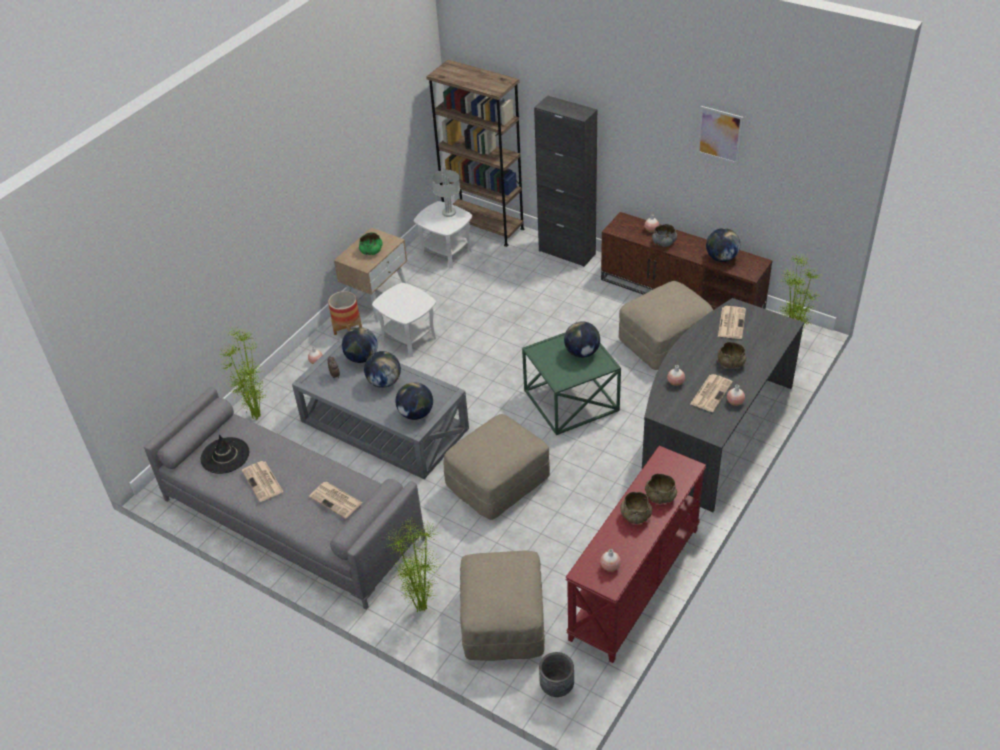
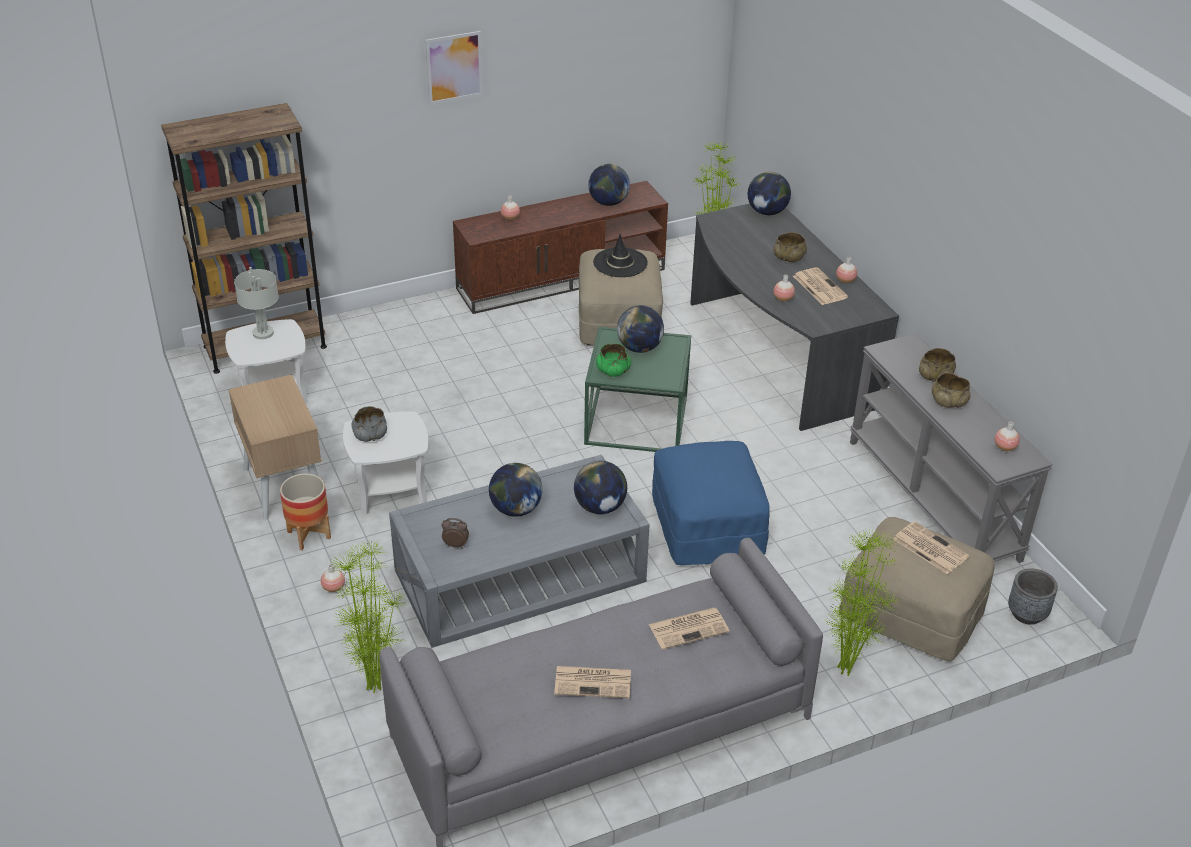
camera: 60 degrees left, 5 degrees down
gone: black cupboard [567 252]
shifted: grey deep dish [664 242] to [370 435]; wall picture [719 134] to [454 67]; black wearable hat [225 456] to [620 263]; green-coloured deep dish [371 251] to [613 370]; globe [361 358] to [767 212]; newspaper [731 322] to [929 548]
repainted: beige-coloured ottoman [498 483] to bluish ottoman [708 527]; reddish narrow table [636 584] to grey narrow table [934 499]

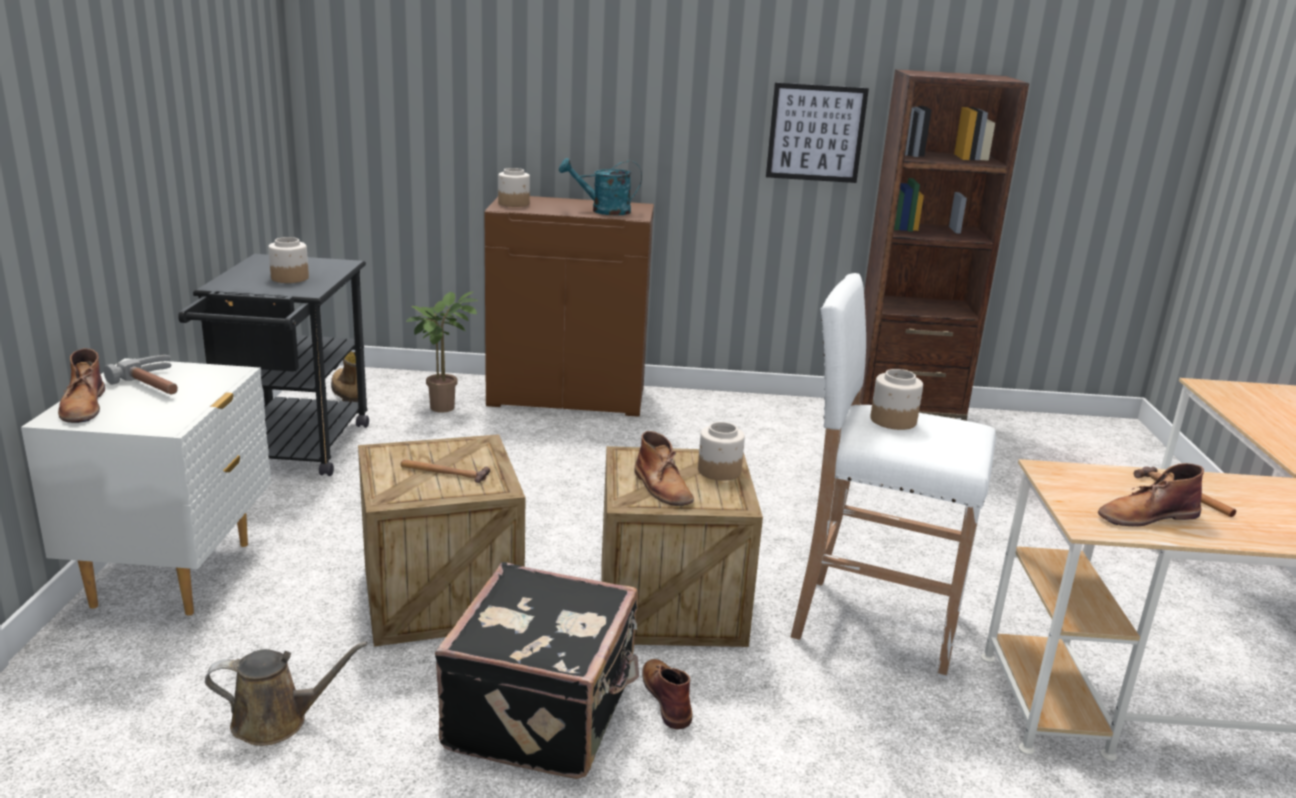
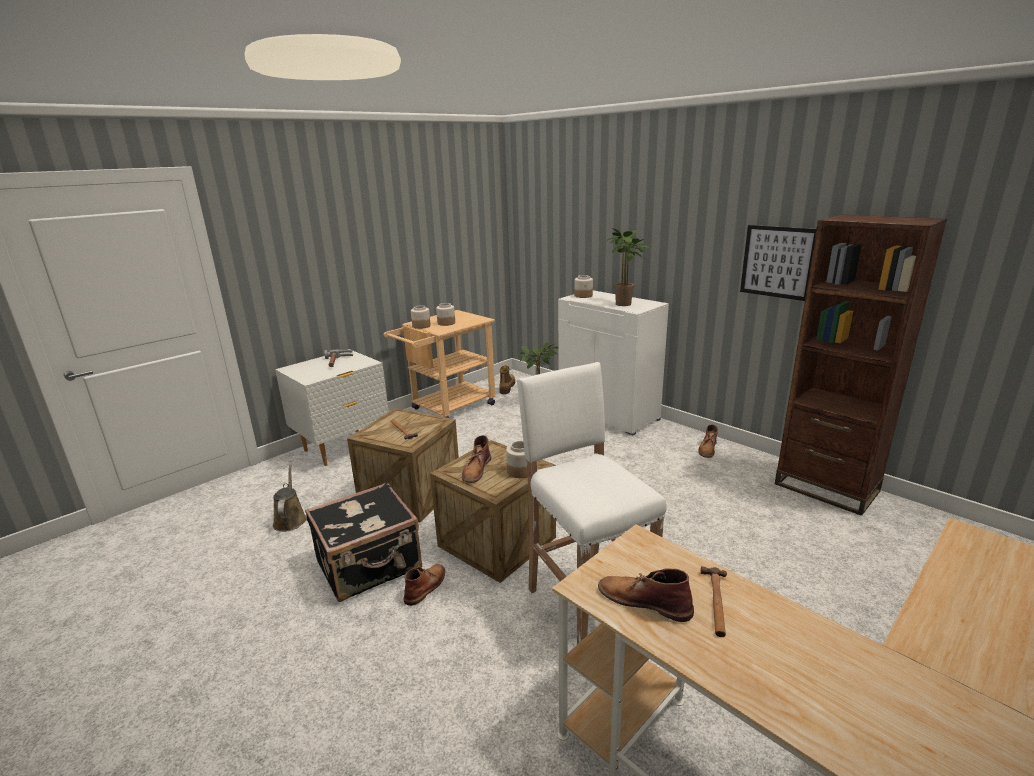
camera: 45 degrees right, 0 degrees up
shifted: preserve jar [892 421] to [421 326]; brownish high-top boot [83 406] to [707 449]
swapped: blue-green sprinkling can [603 211] to plant in a pot [624 305]
repainted: black wheeled cart [291 452] to beige-coloured wheeled cart [448 409]; brownish cupboard [568 396] to white cupboard [609 413]
rotated: brownish sprinkling can [277 721] = [290 519] 135 degrees counterclockwise

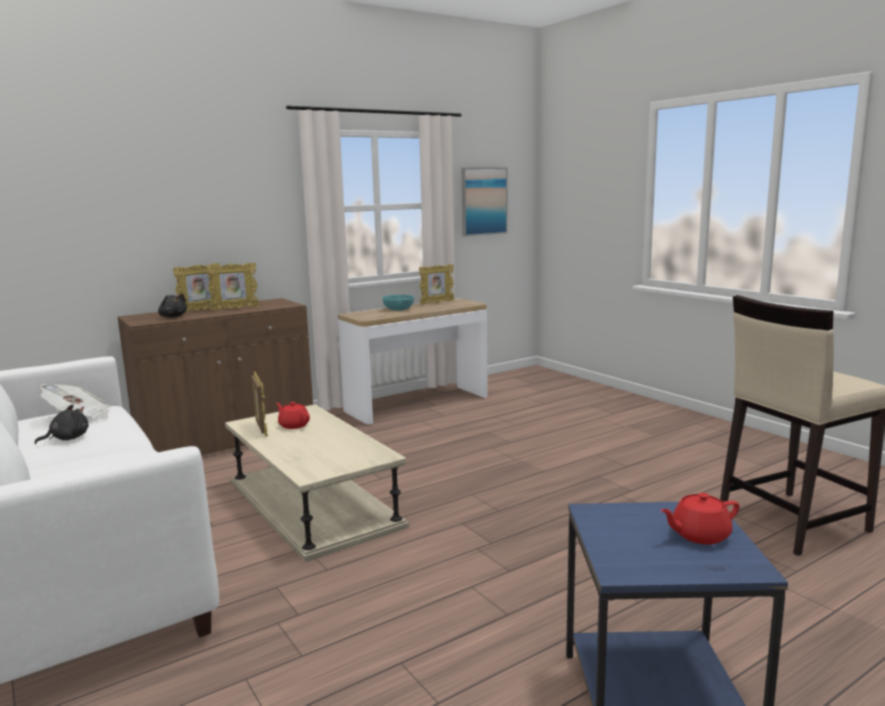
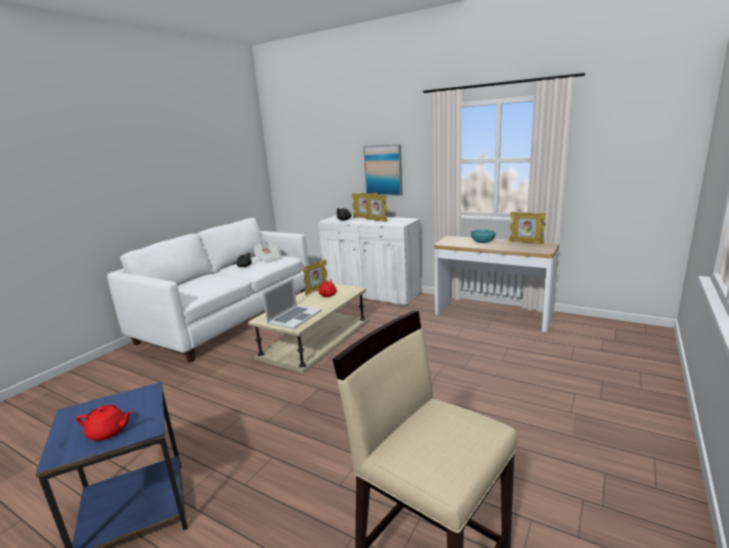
camera: 65 degrees right, 5 degrees up
new: portable computer [294 317]
shifted: wall picture [483 201] to [383 170]
repainted: brownish cupboard [227 441] to white cupboard [372 293]
rotated: reddish pot for tea [699 535] = [108 432] 135 degrees clockwise

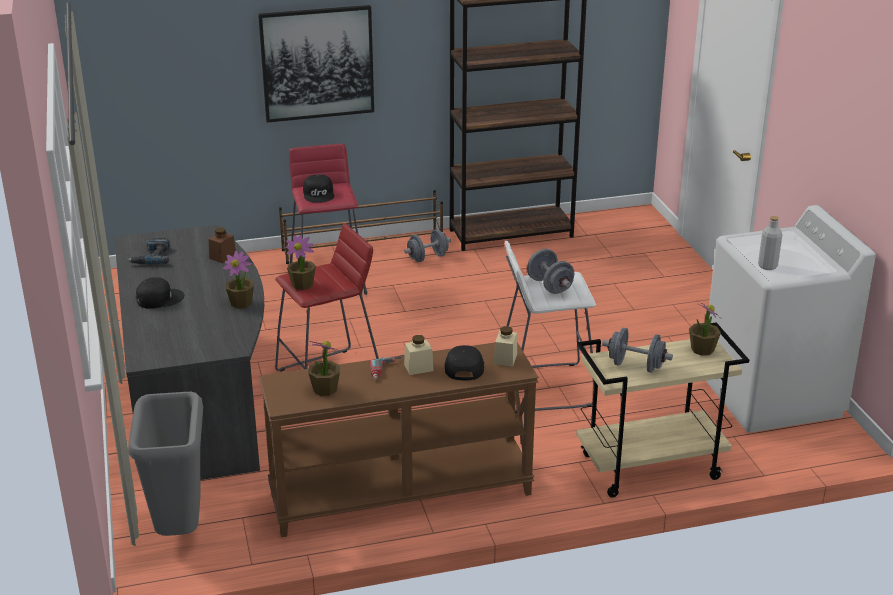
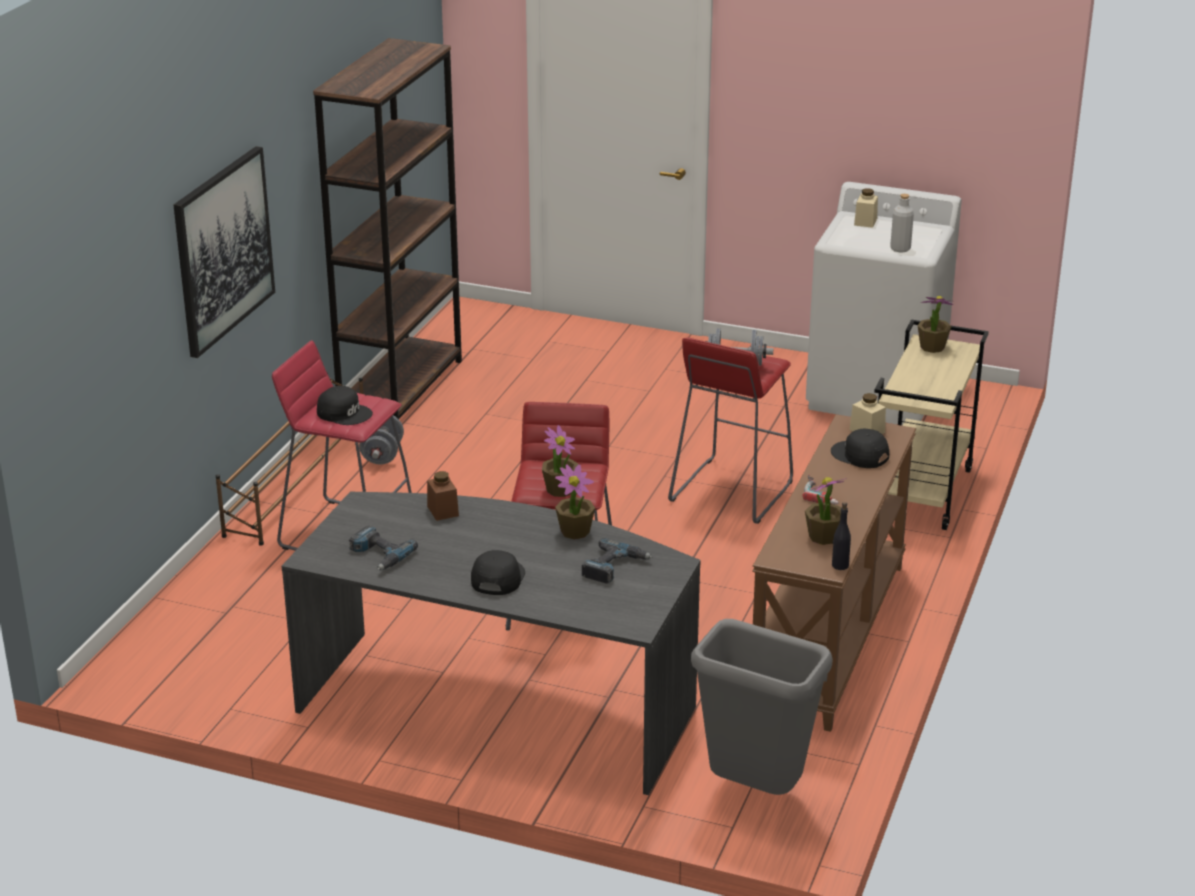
camera: 55 degrees left, 0 degrees up
gone: grey dumbbell [635 366]
new: drill [614 567]; black beverage bottle [840 565]
shifted: beige-coloured preserve jar [418 368] to [865 222]
repainted: white sitting stool [543 387] to reddish sitting stool [730 491]

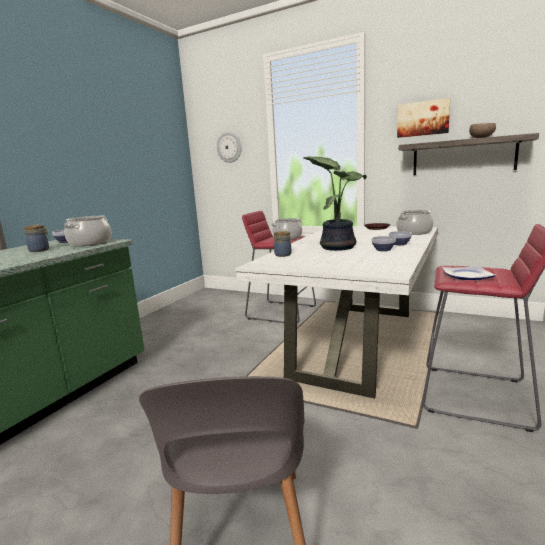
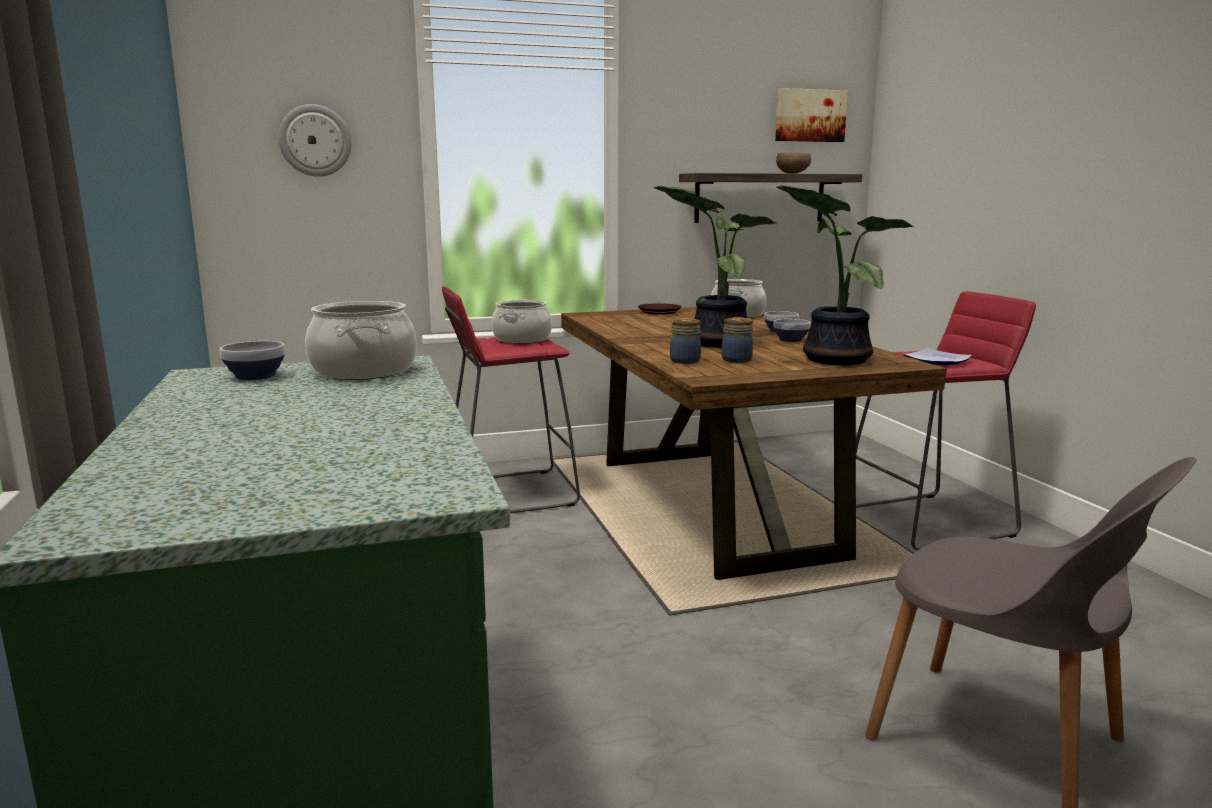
camera: 45 degrees left, 0 degrees up
new: plant in a pot [832 359]
shifted: preserve jar [40 250] to [737 360]; wall picture [423 118] to [809 116]
repainted: white kitchen table [356 344] to brownish kitchen table [714 507]

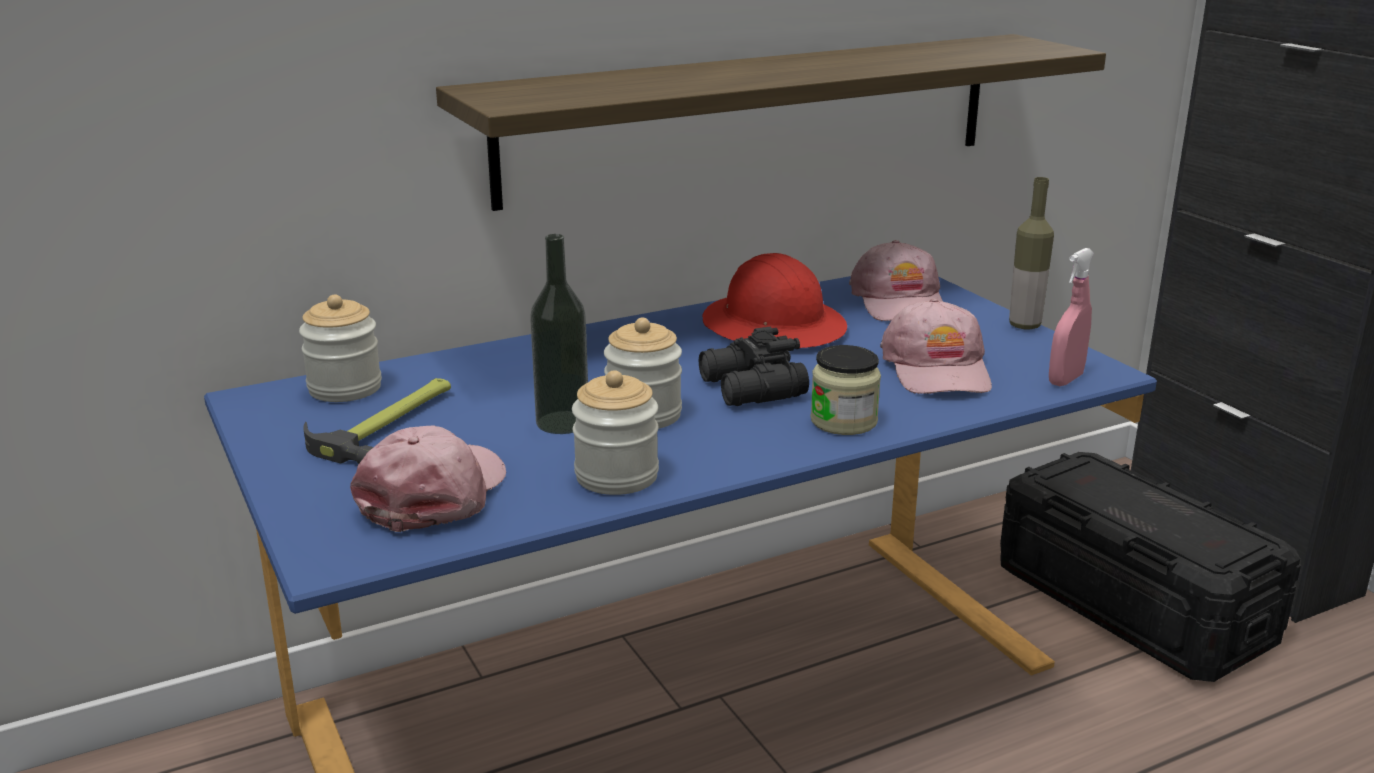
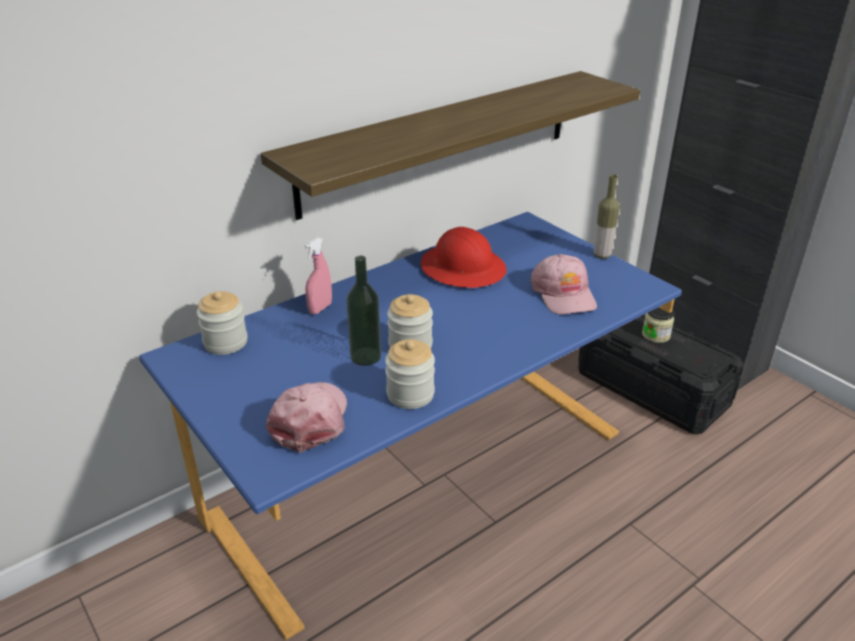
camera: 10 degrees left, 10 degrees up
gone: tool hammer [389 424]; black pair of binoculars [750 389]; pinkish cap [900 302]
shifted: pinkish sprayer [1065 380] to [320 308]; preserve jar [843 421] to [656 335]

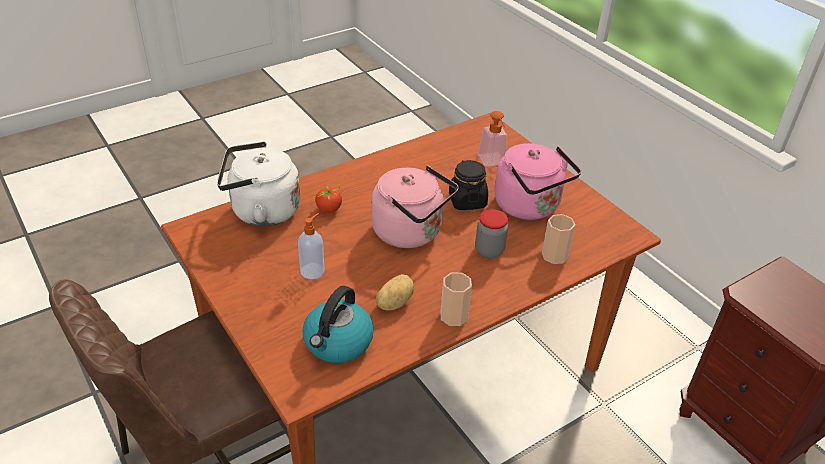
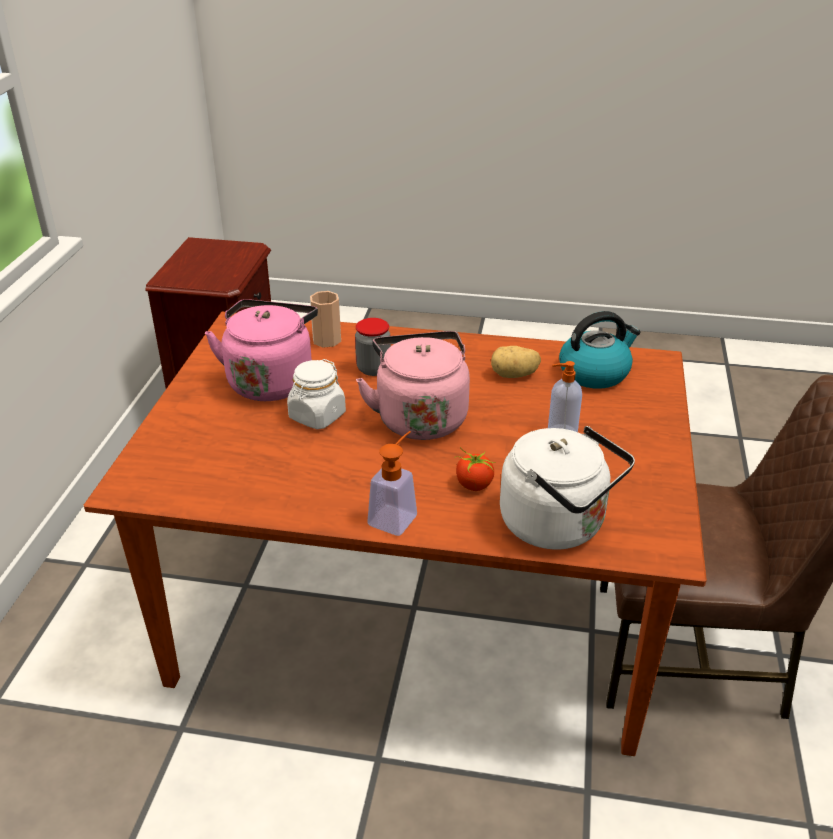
camera: 135 degrees left, 5 degrees down
gone: drinking cup [454 316]
shifted: soap bottle [493 163] to [396 515]
repainted: black preserve jar [467 200] to white preserve jar [317 416]

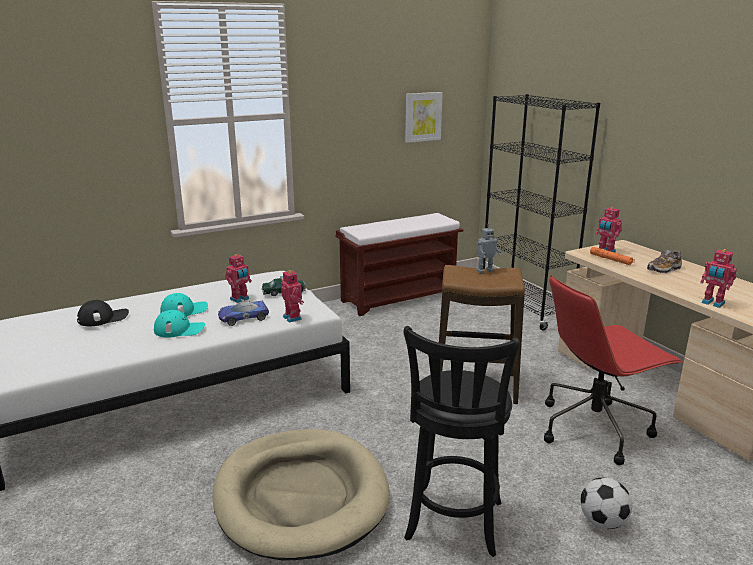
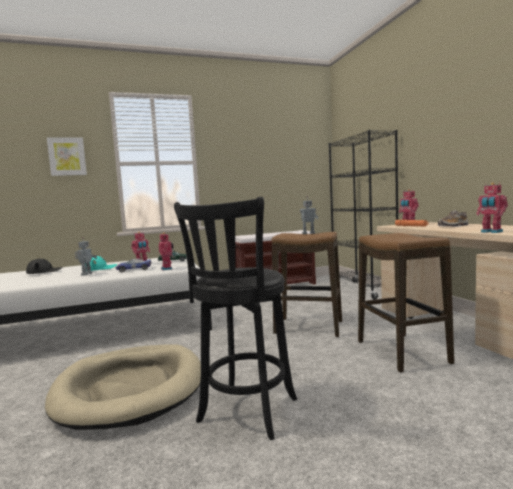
camera: 10 degrees right, 15 degrees down
gone: ball for football [602 522]
shifted: wall picture [422 117] to [67 156]
swapped: blue-green cap [179 329] to toy robot [86 274]; reddish desk chair [594 428] to sitting stool [401 352]

